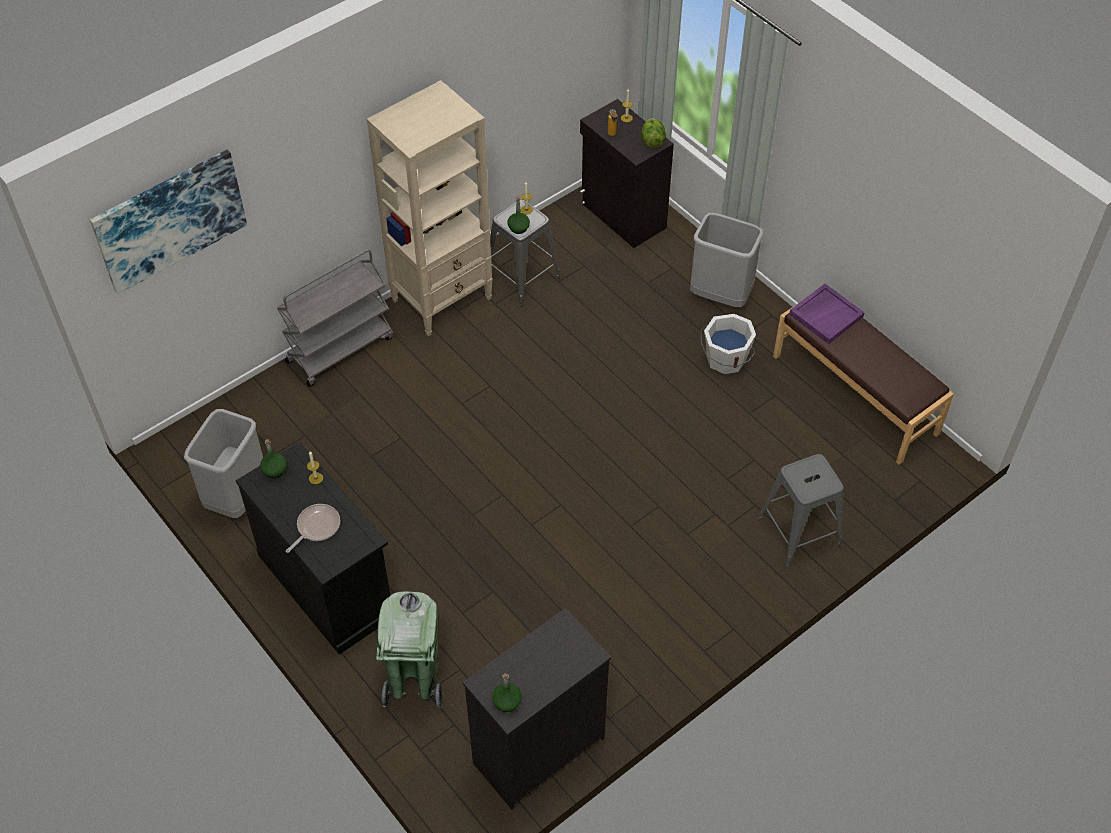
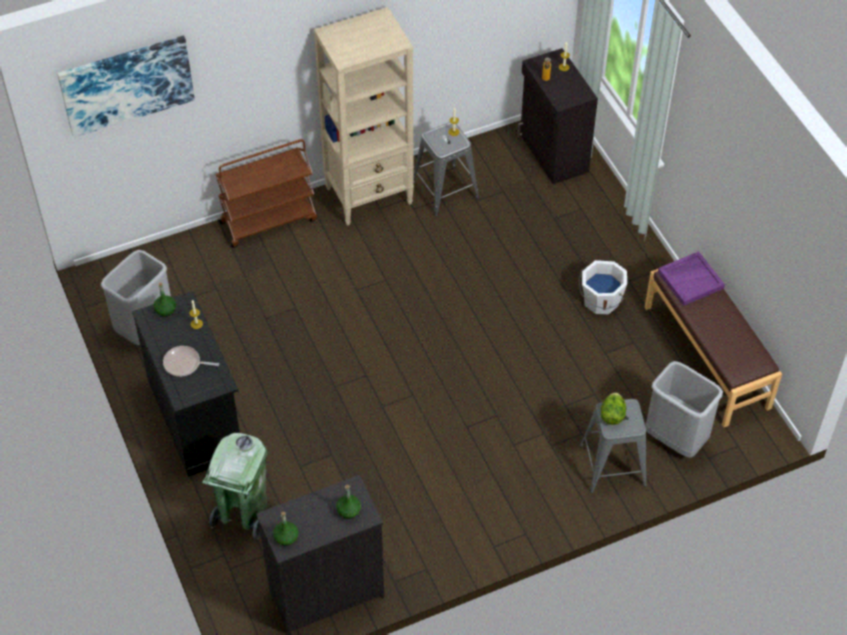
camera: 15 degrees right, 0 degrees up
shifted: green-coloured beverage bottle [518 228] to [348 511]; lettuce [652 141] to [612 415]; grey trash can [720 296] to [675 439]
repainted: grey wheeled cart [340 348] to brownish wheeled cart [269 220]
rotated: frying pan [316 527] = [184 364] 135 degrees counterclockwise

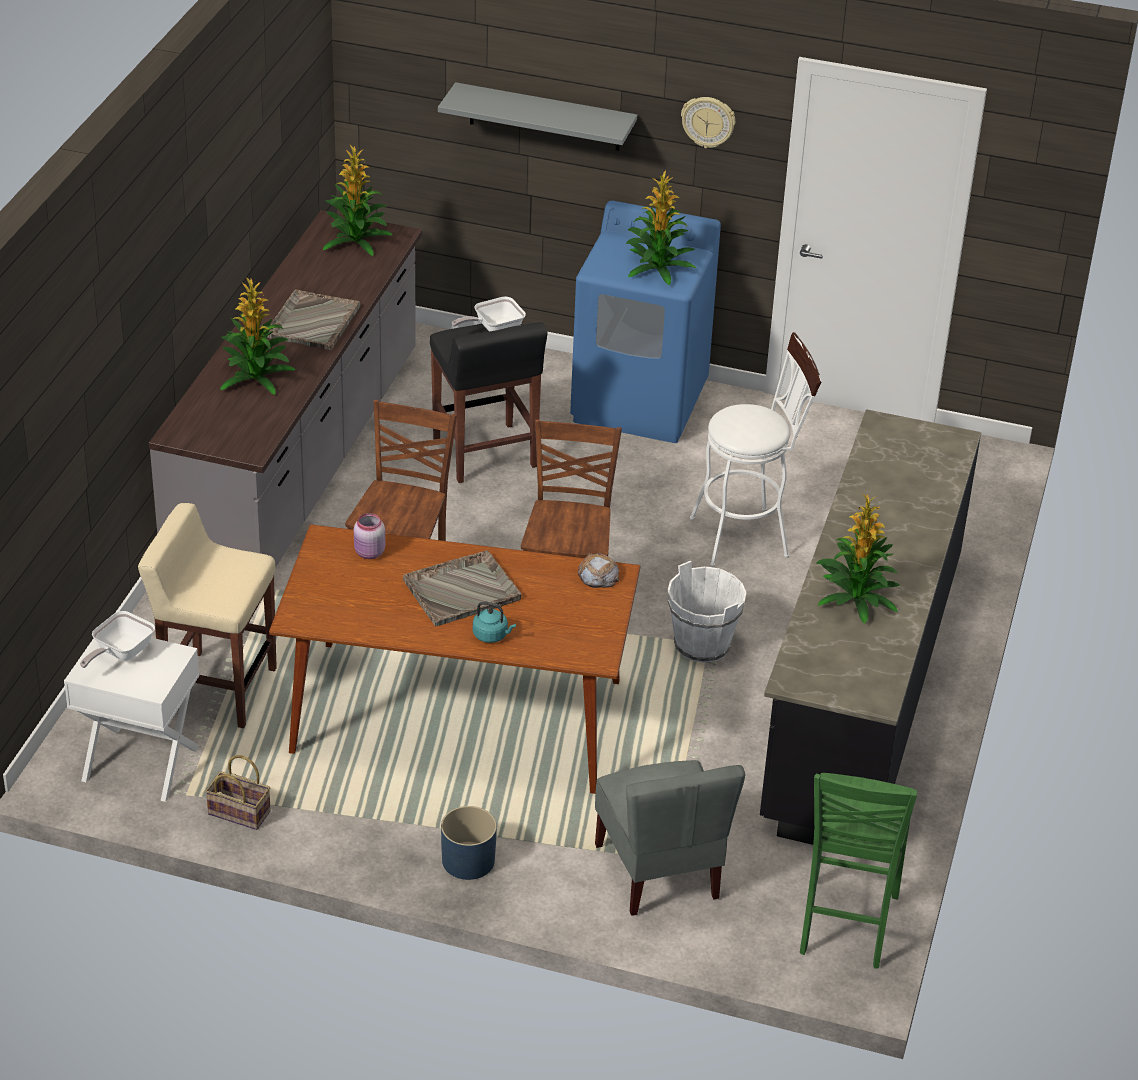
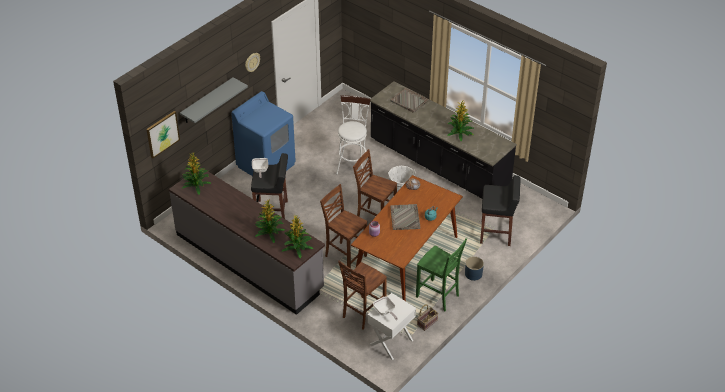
camera: 65 degrees left, 5 degrees up
new: wall picture [162 134]
shifted: plant in a pot [658 268] to [297 248]; grey serving tray [312 322] to [409 101]; green-coloured upright chair [845 926] to [438 296]
swapped: beige-coloured sitting stool [217 689] to brownish upright chair [362 314]; grey upright chair [659 872] to black sitting stool [496 233]

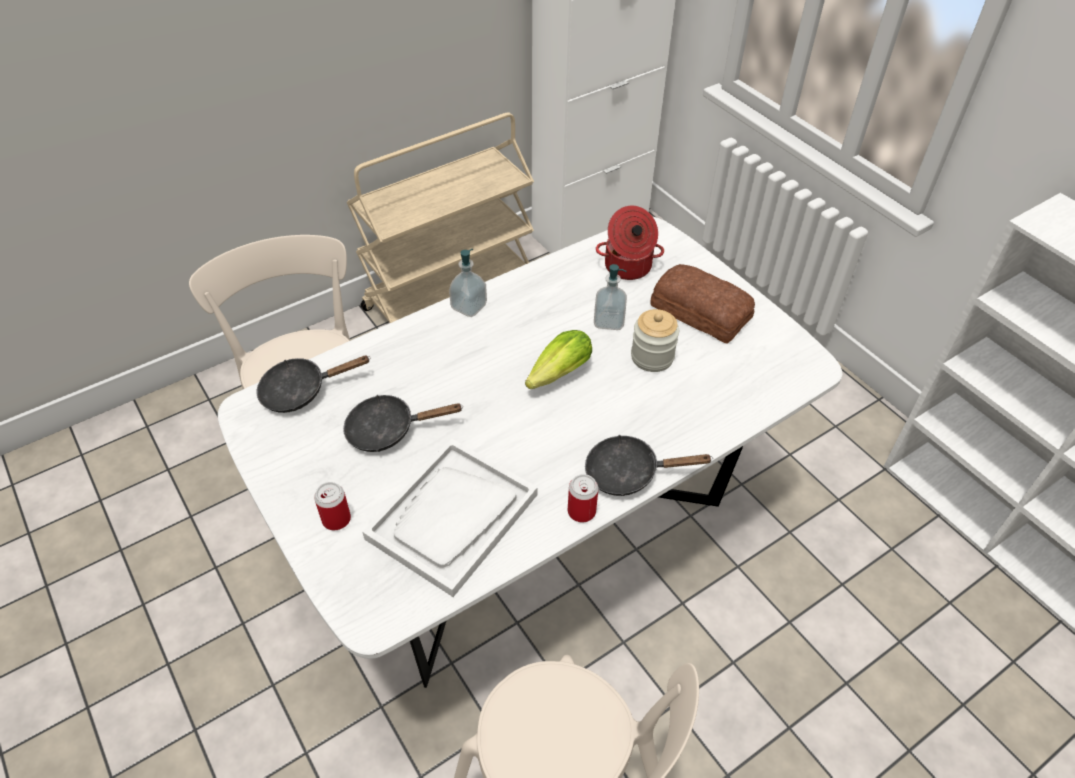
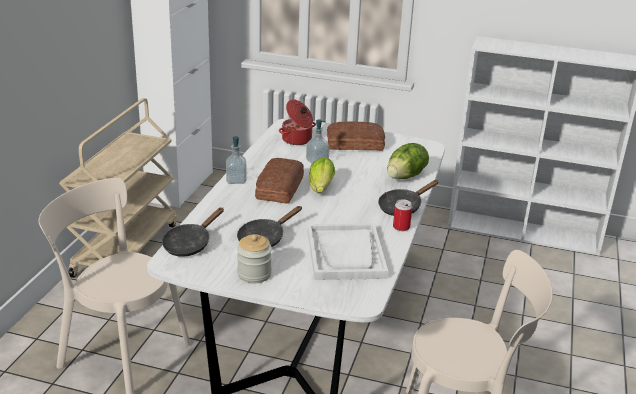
camera: 40 degrees left, 20 degrees down
gone: sealed can [336 519]
new: bread [278 188]; lettuce [406 176]
shifted: preserve jar [652 357] to [254 274]

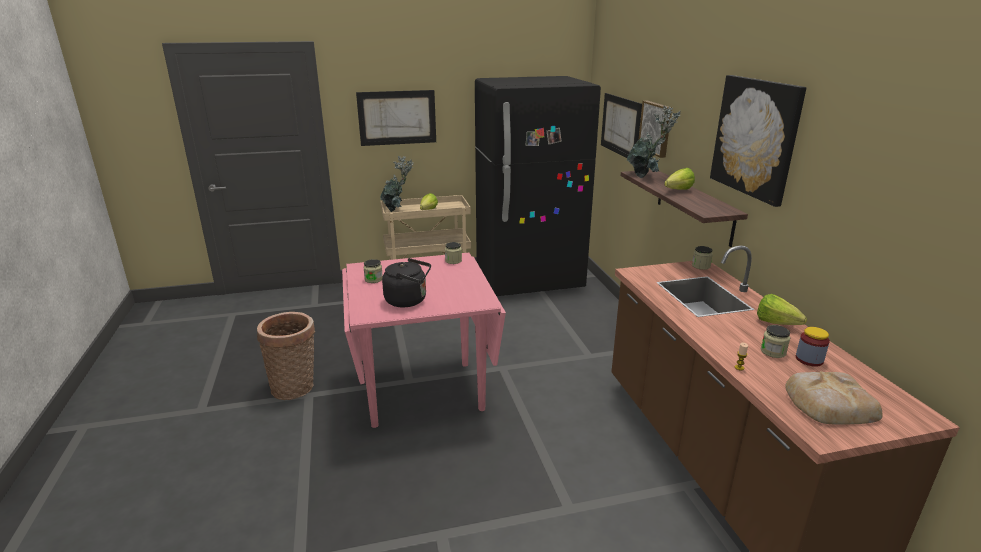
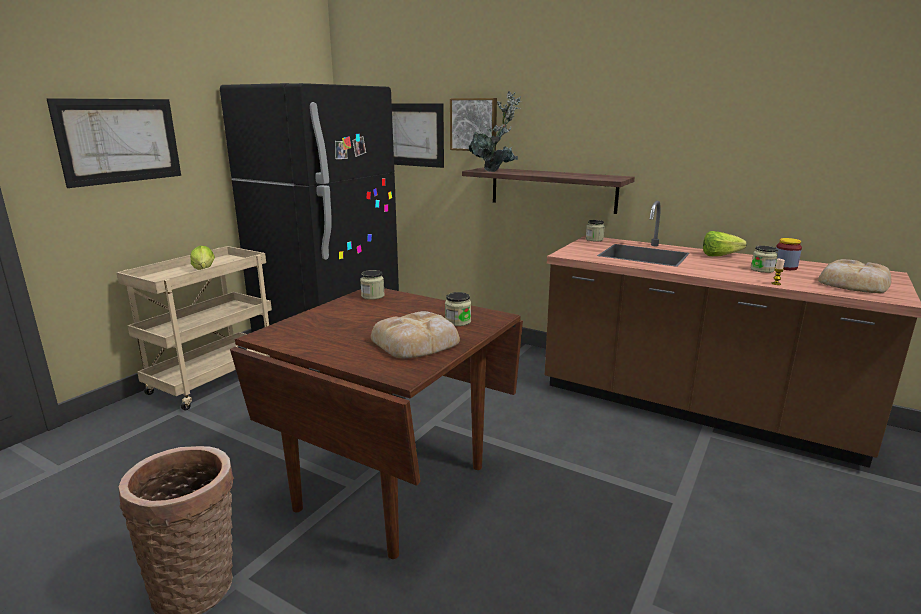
camera: 45 degrees left, 5 degrees down
gone: plant in a pot [397 210]; lettuce [675 191]; wall picture [755 137]
shifted: preserve jar [373 279] to [458 322]
swapped: black kettle [408 300] to bread [417 342]
repainted: pinkish kitchen table [423 393] to brownish kitchen table [393 487]

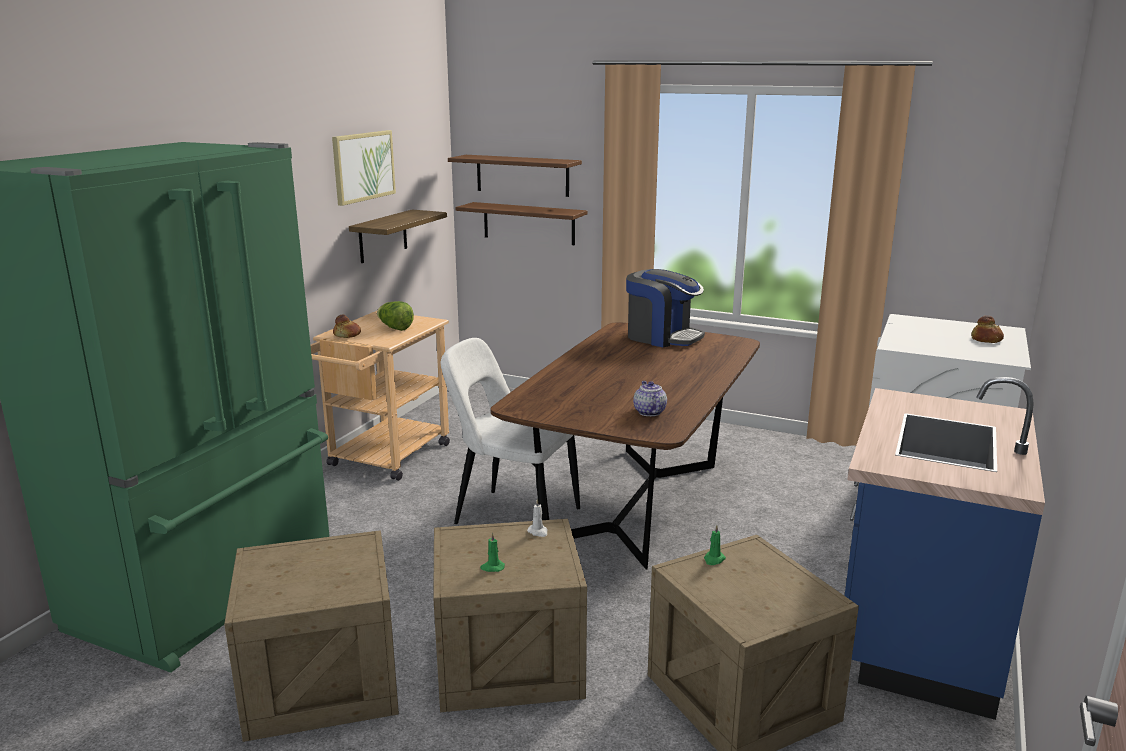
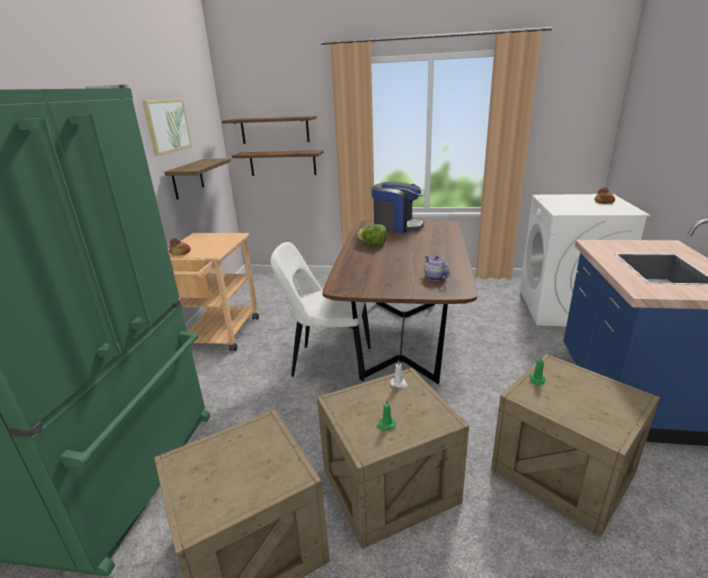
camera: 15 degrees left, 5 degrees up
shifted: lettuce [395 328] to [373 244]

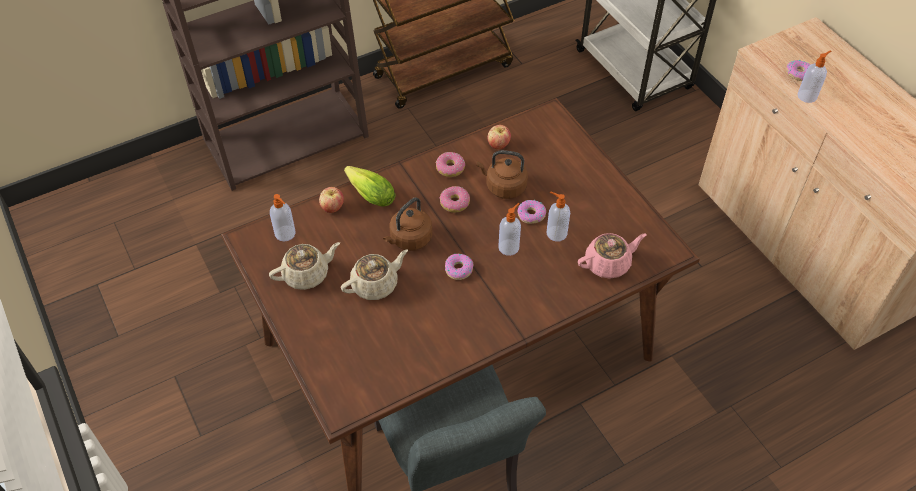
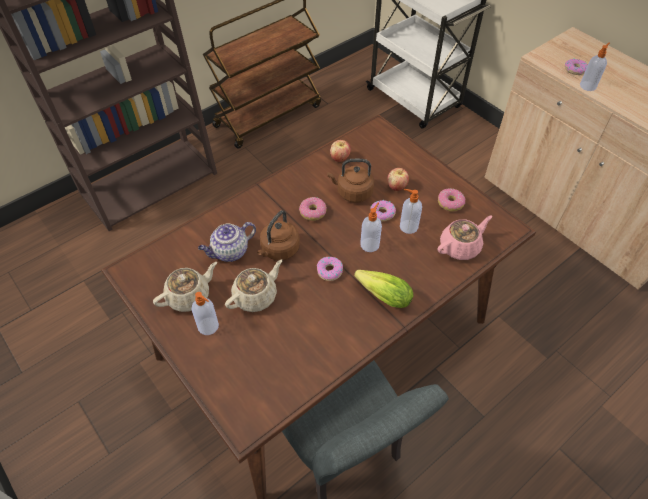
camera: 10 degrees left, 0 degrees up
new: pot for tea [230 252]
shifted: soap bottle [285 234] to [209 326]; lettuce [369 194] to [381 294]; whole apple [332 208] to [397 186]; doughnut [450 168] to [450 203]

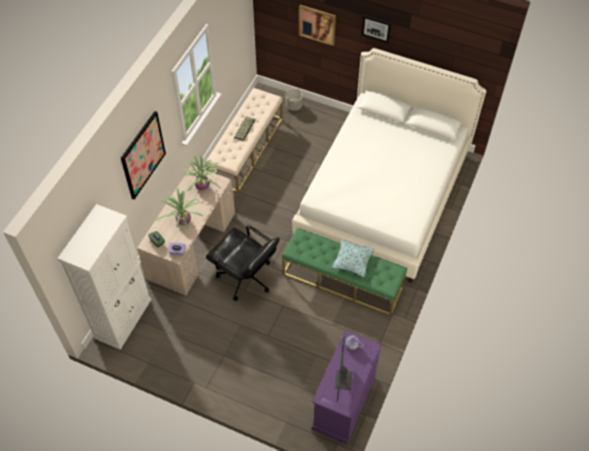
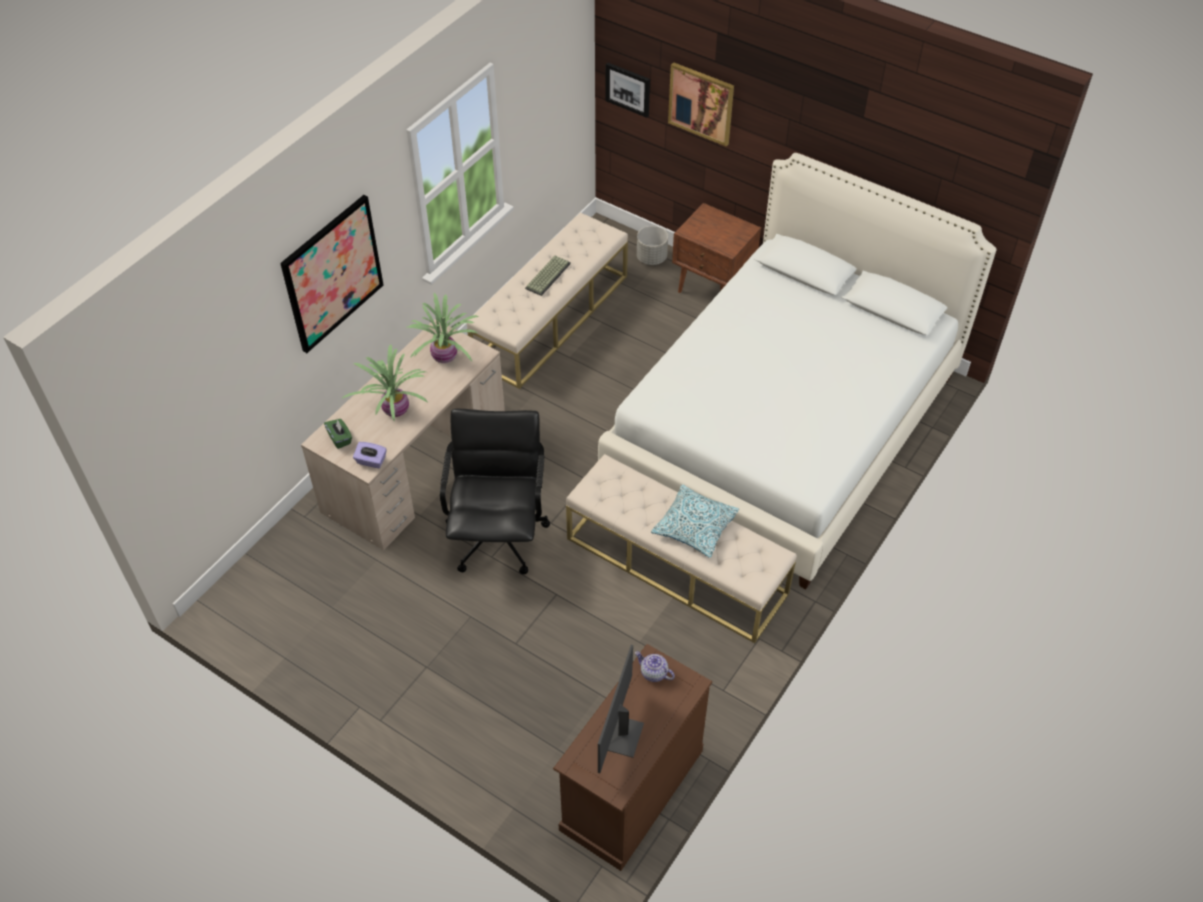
camera: 10 degrees right, 5 degrees down
gone: white cupboard [123 318]
new: brownish bedside table [713 288]
shifted: wall picture [376 28] to [628 89]
repainted: purplish drawer chest [343 402] to brownish drawer chest [631 790]; green-coloured bench [342 280] to beige-coloured bench [676 566]
rotated: black desk chair [245 278] = [498 536] 135 degrees counterclockwise

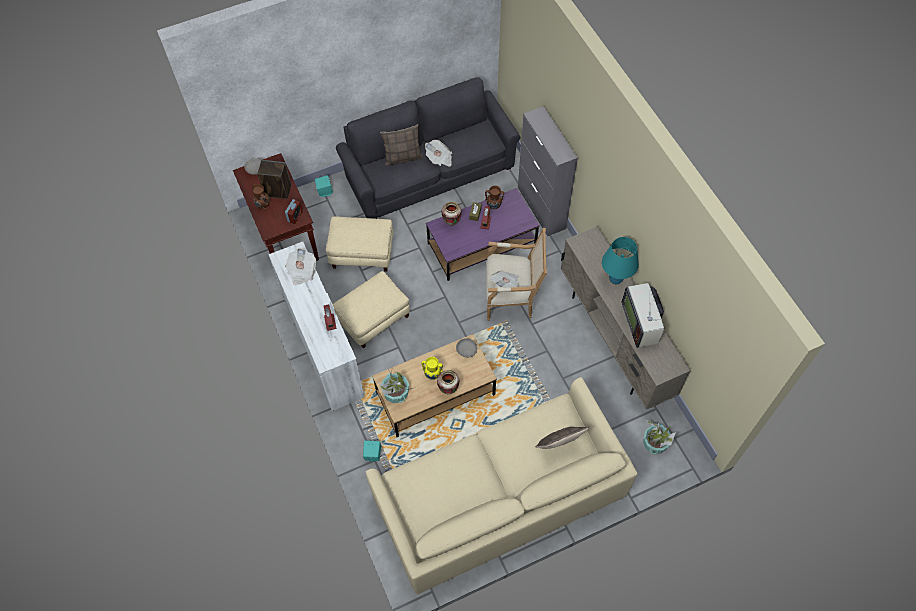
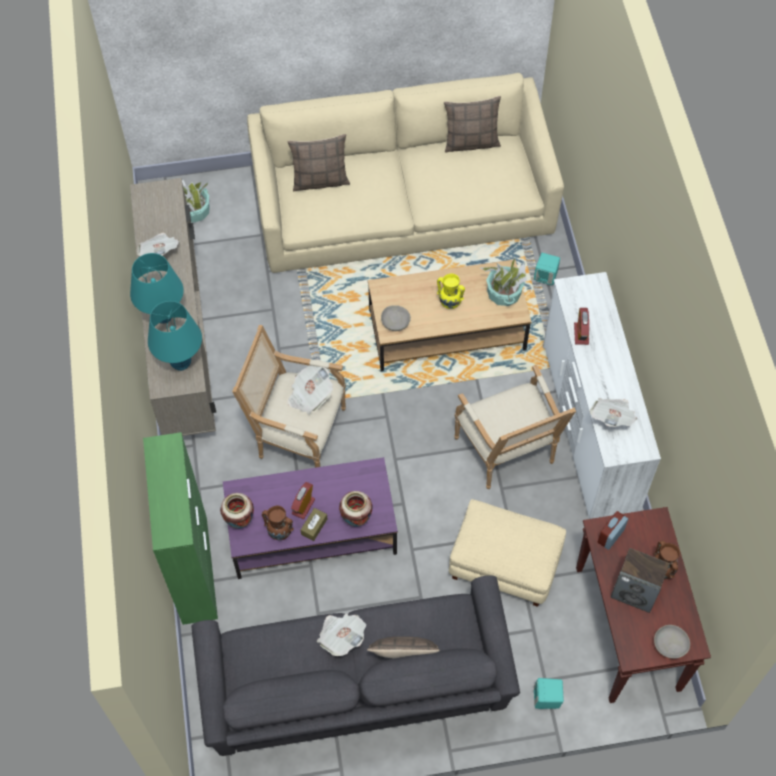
camera: 165 degrees left, 0 degrees up
new: blue-green lamp for a table [181 362]; cushion [471 142]
shifted: vase [448 390] to [240 522]
swapped: TV [641 323] to newspaper [159 252]; beige-coloured ottoman [373 317] to easy chair [508 453]
repainted: grey cupboard [541 208] to green-coloured cupboard [195 569]

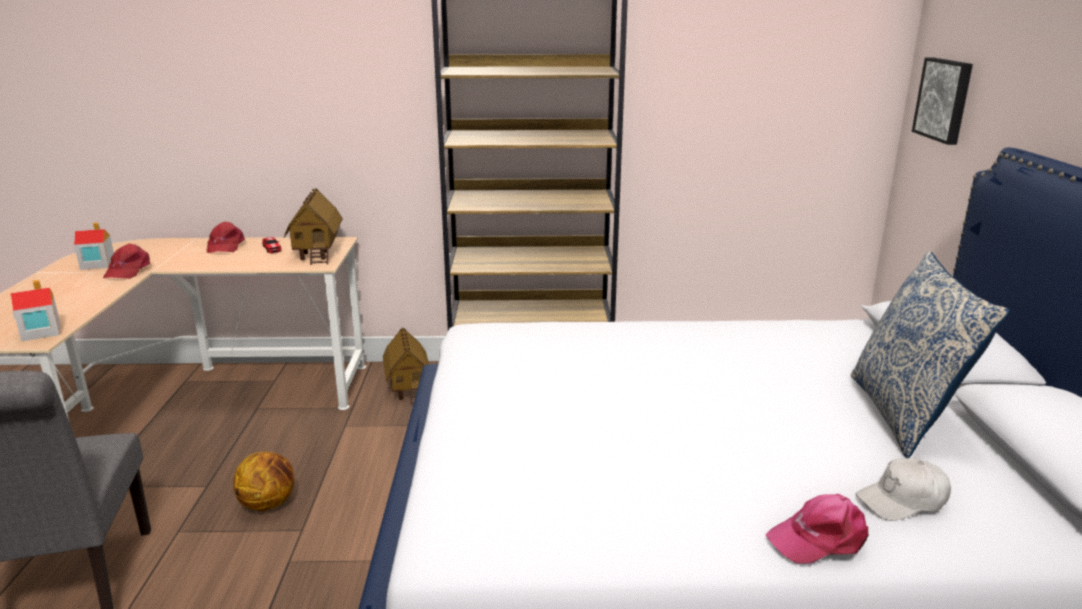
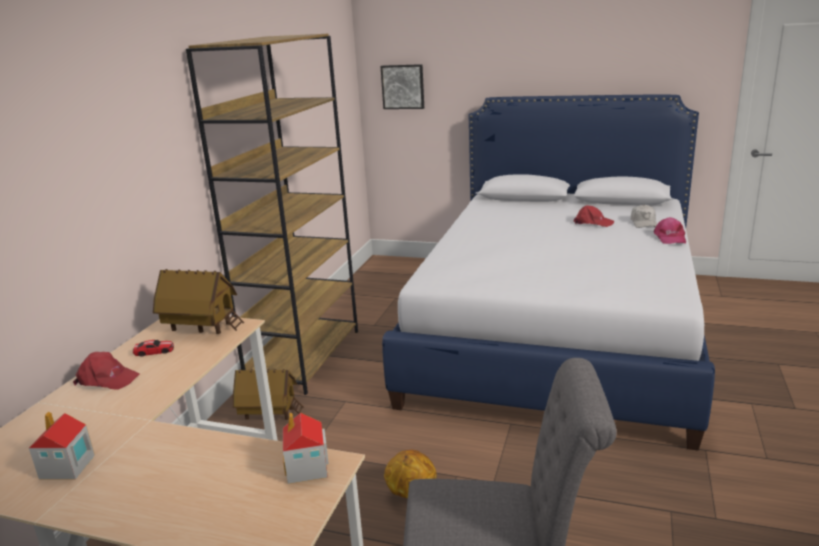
camera: 70 degrees left, 0 degrees up
gone: cushion [905 415]
shifted: reddish cap [128 270] to [592 223]

